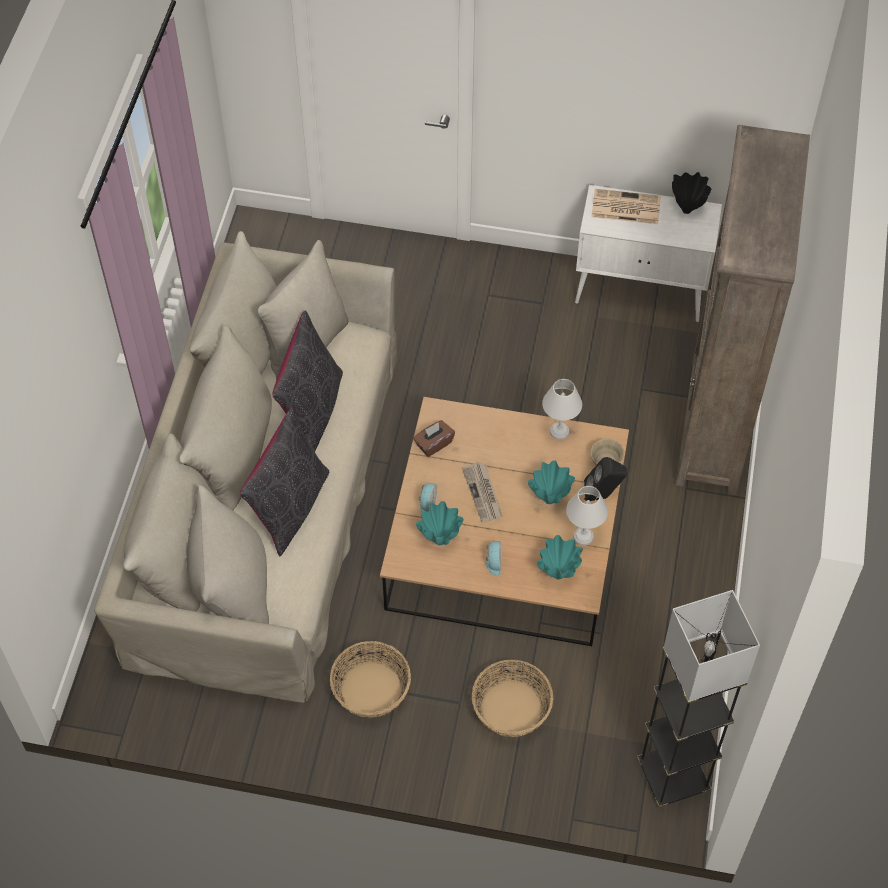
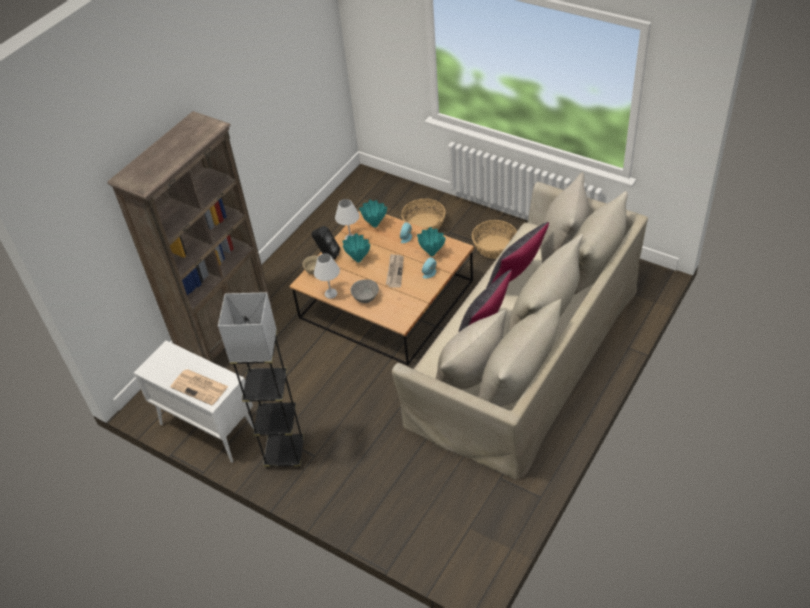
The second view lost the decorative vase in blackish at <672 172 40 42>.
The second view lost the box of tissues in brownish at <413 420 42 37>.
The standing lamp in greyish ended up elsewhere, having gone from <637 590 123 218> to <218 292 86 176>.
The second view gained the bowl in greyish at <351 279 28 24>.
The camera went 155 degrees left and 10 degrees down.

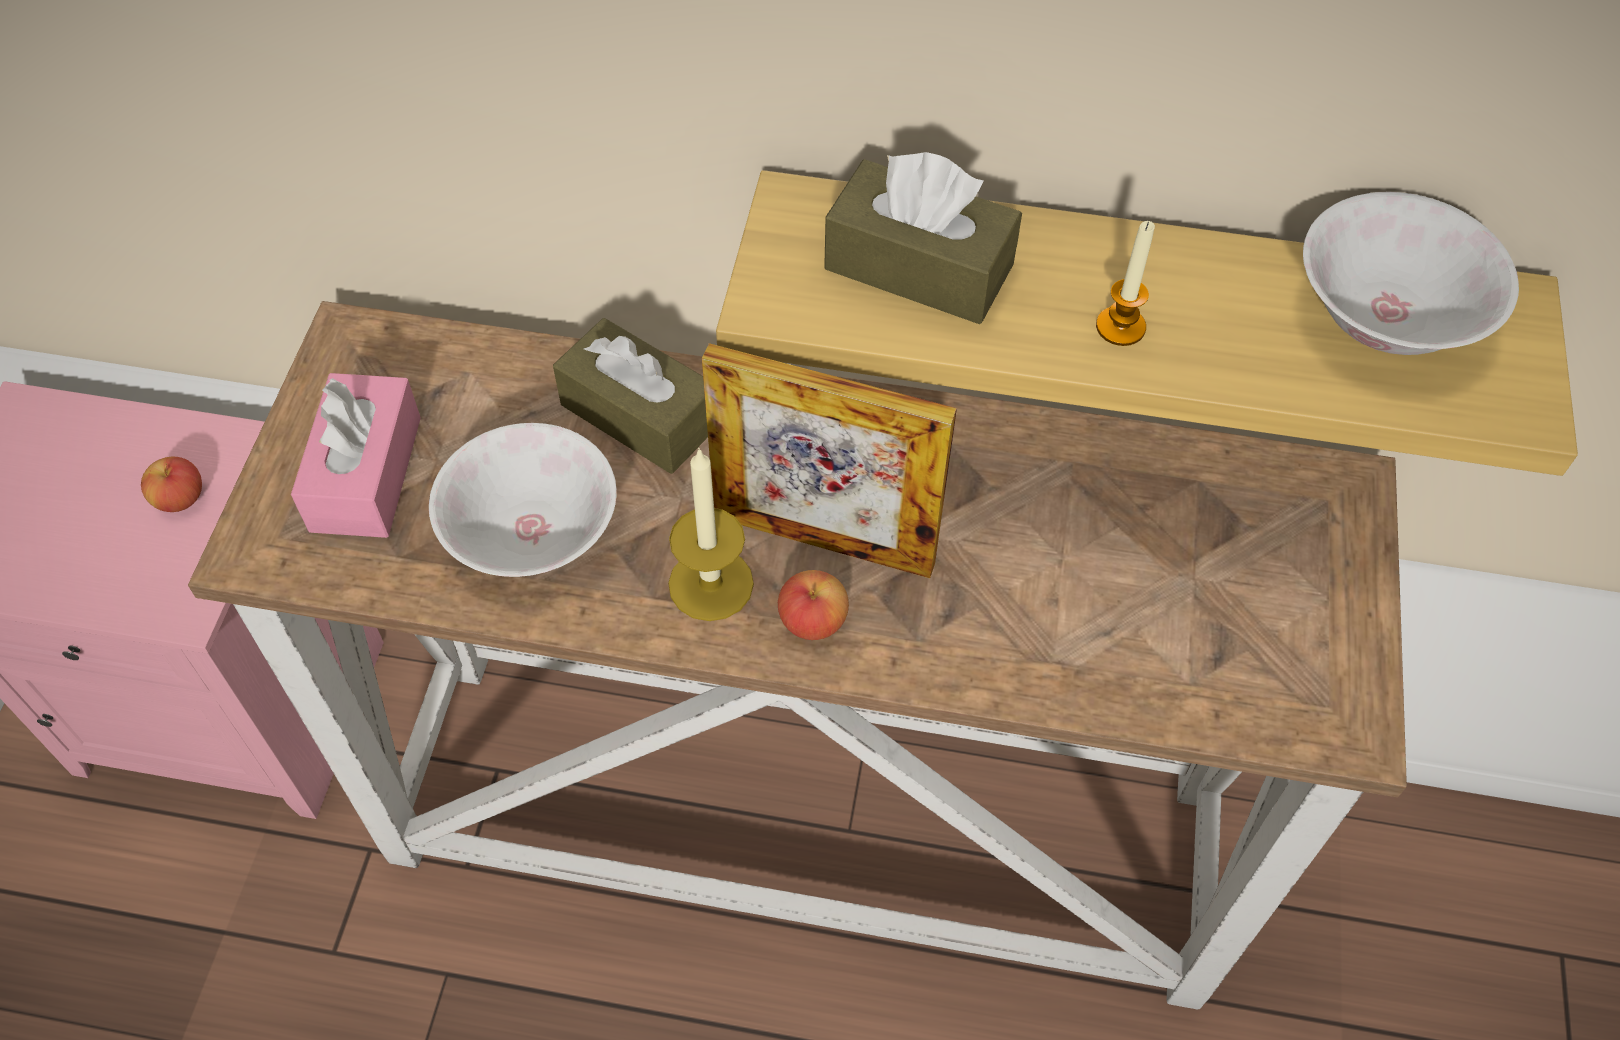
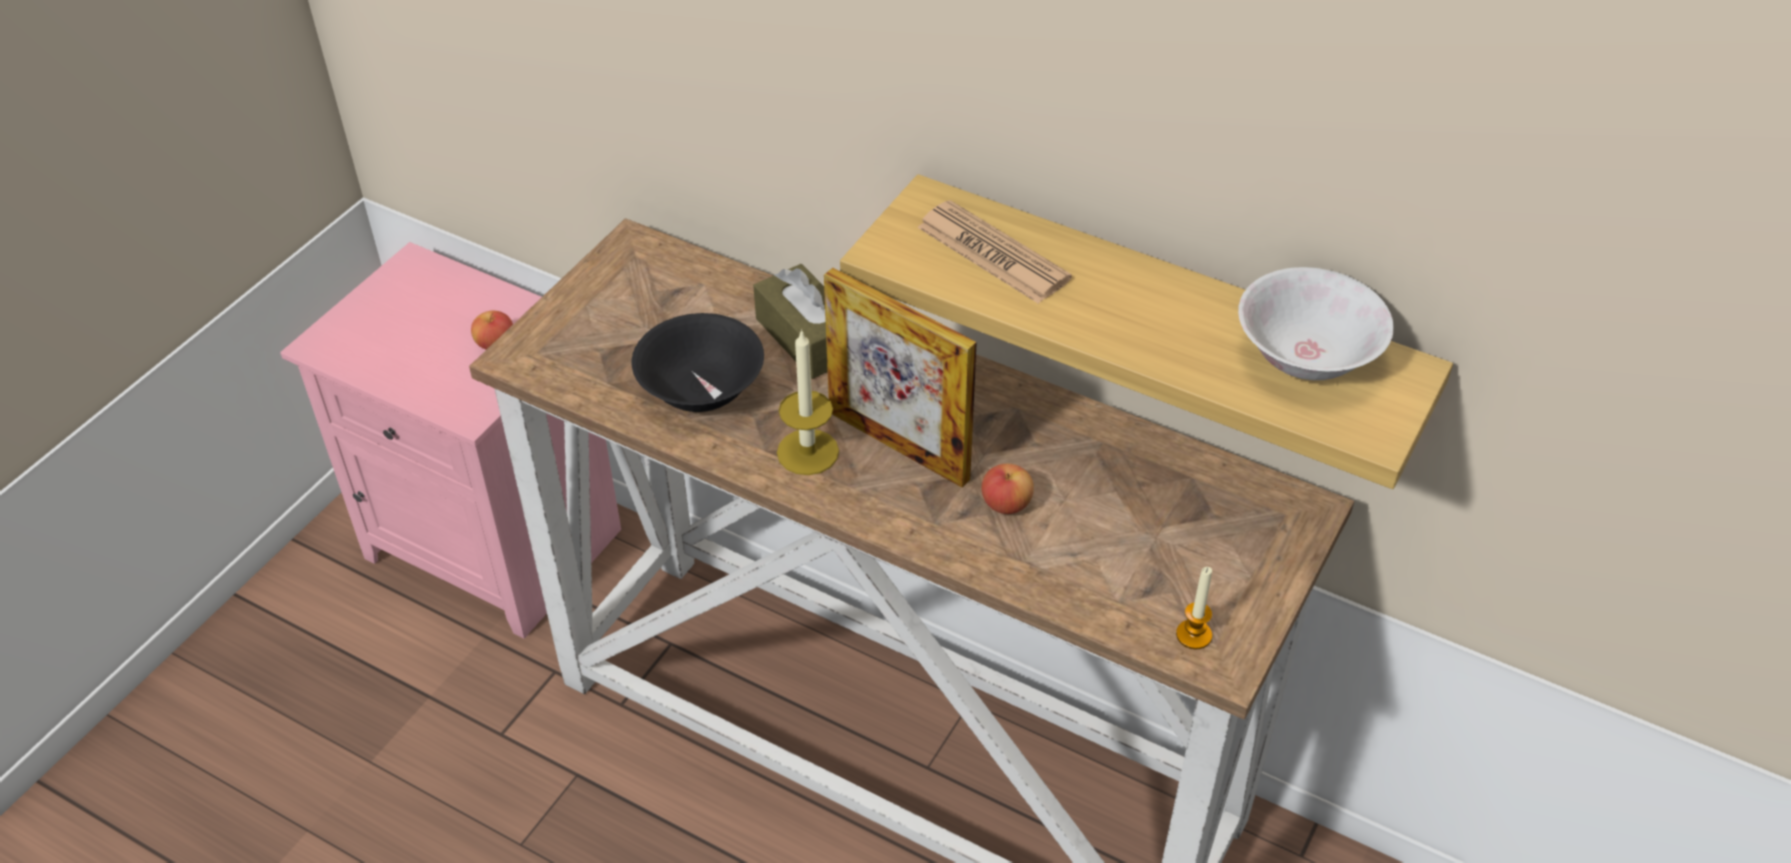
Where the box of tissues in brownish stood at <824 152 198 172>, the newspaper came to stand at <917 200 155 104>.
The candle ended up elsewhere, having gone from <1096 221 59 125> to <1176 567 36 82>.
The second view lost the box of tissues in pink-coloured at <291 373 130 165>.
What was the bowl in white-coloured at <429 423 188 154> turned into the bowl in blackish at <631 313 133 99>.
The apple fruit ended up elsewhere, having gone from <778 570 71 70> to <982 464 52 50>.
The camera went 20 degrees right and 10 degrees down.

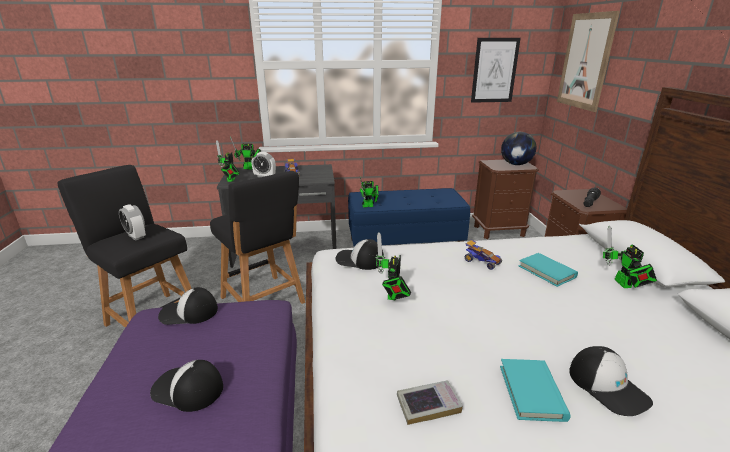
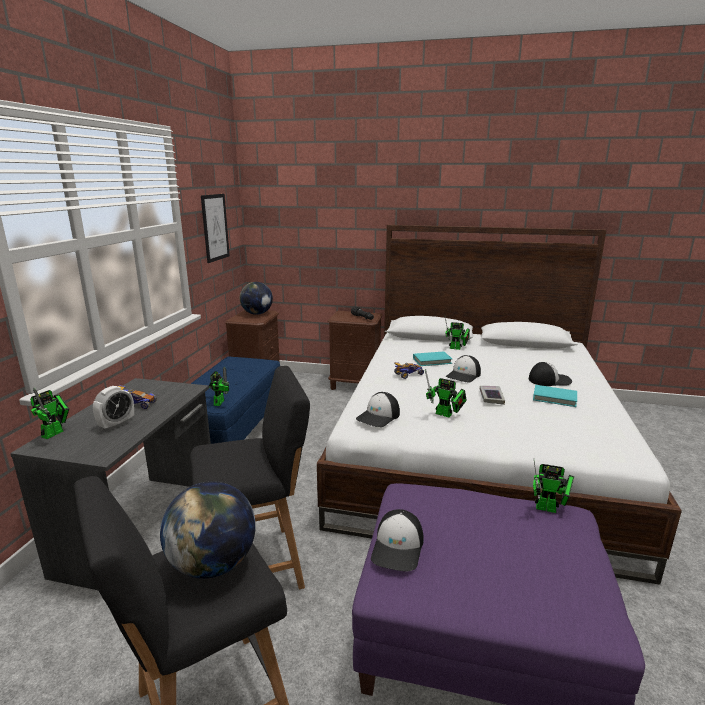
The second view lost the picture at <557 11 63 101>.
The robot figure ended up elsewhere, having gone from <216 140 24 42> to <533 461 41 52>.
Where the alarm clock stood at <119 204 27 37>, the world globe came to stand at <160 481 96 98>.
The peaked cap ended up elsewhere, having gone from <150 360 73 52> to <446 355 35 28>.
The book ended up elsewhere, having gone from <397 380 66 45> to <480 386 25 19>.
The camera went 70 degrees left and 5 degrees down.

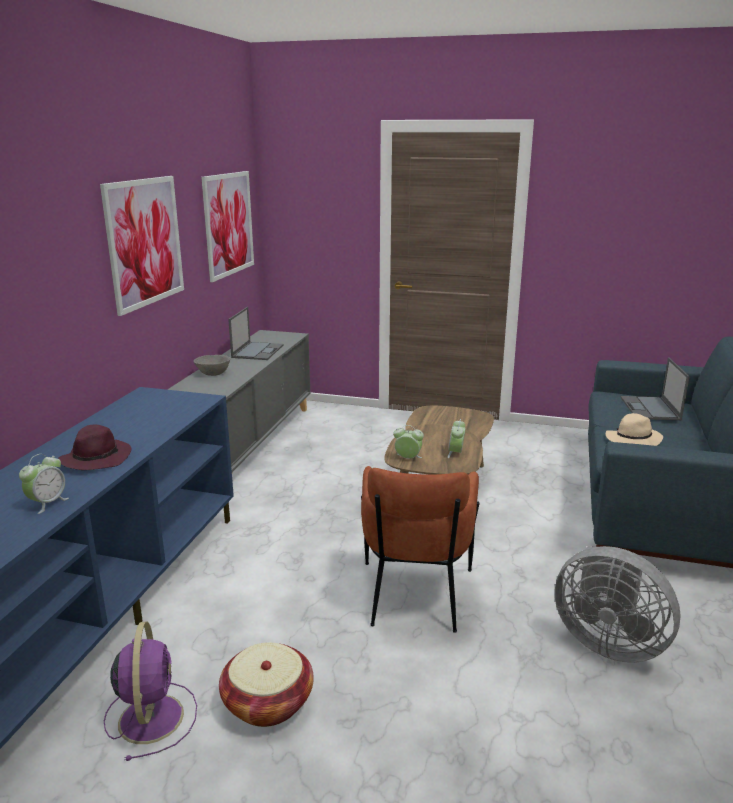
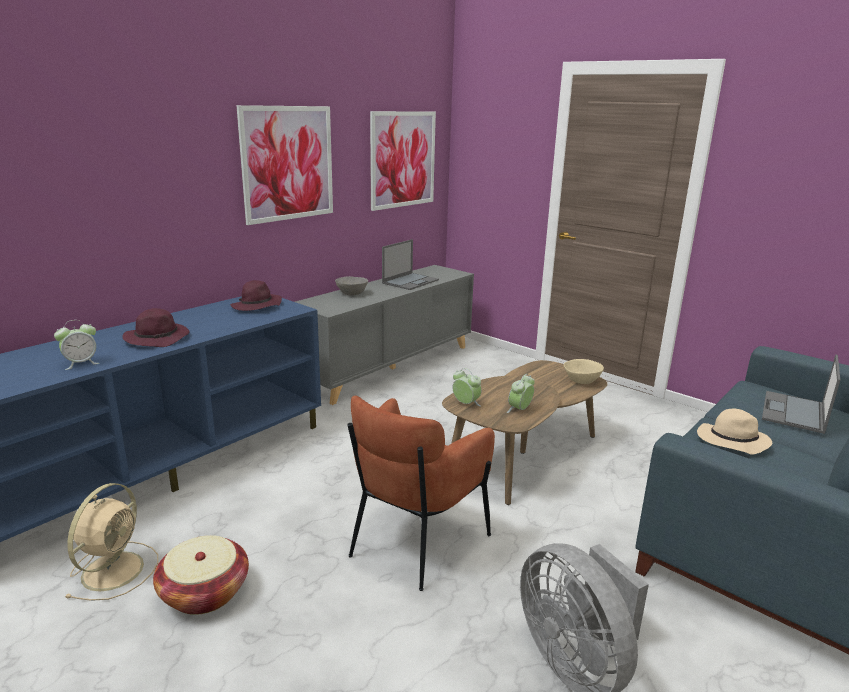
What was the electric fan in purplish at <104 621 93 140> turned into the electric fan in sand-coloured at <65 483 93 118>.
The second view gained the wearable hat in purplish at <230 280 52 31>.
The second view gained the bowl in sand-coloured at <564 359 40 25>.
The camera went 25 degrees right and 0 degrees up.

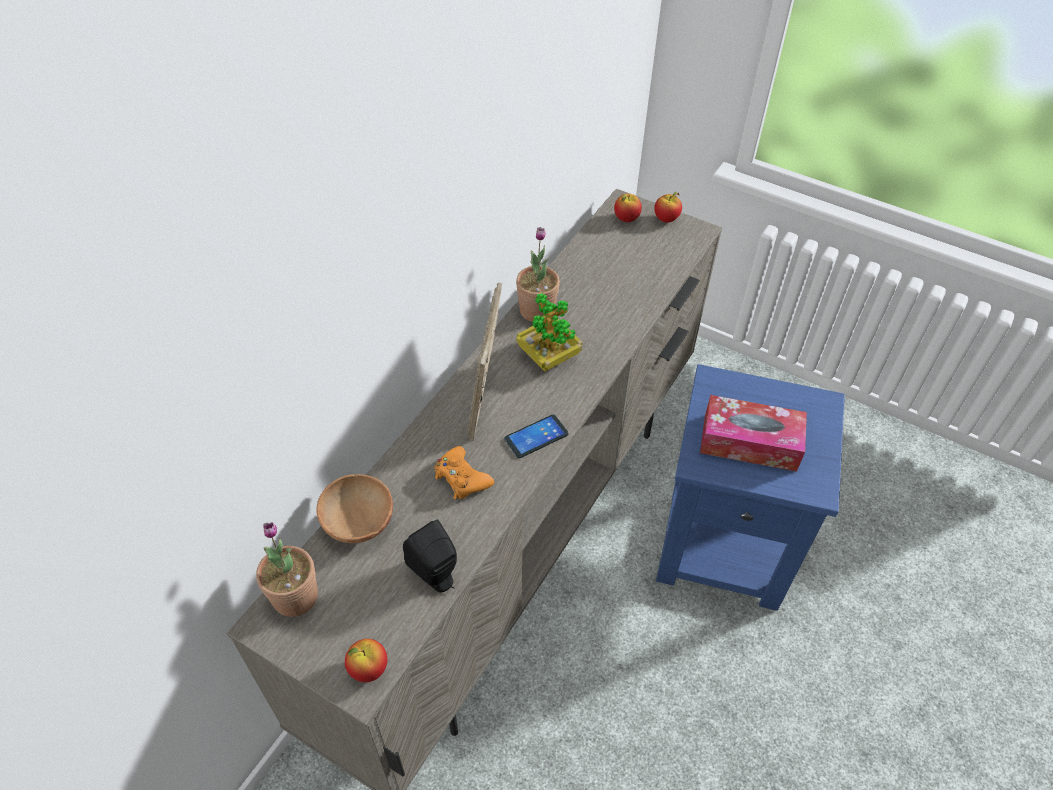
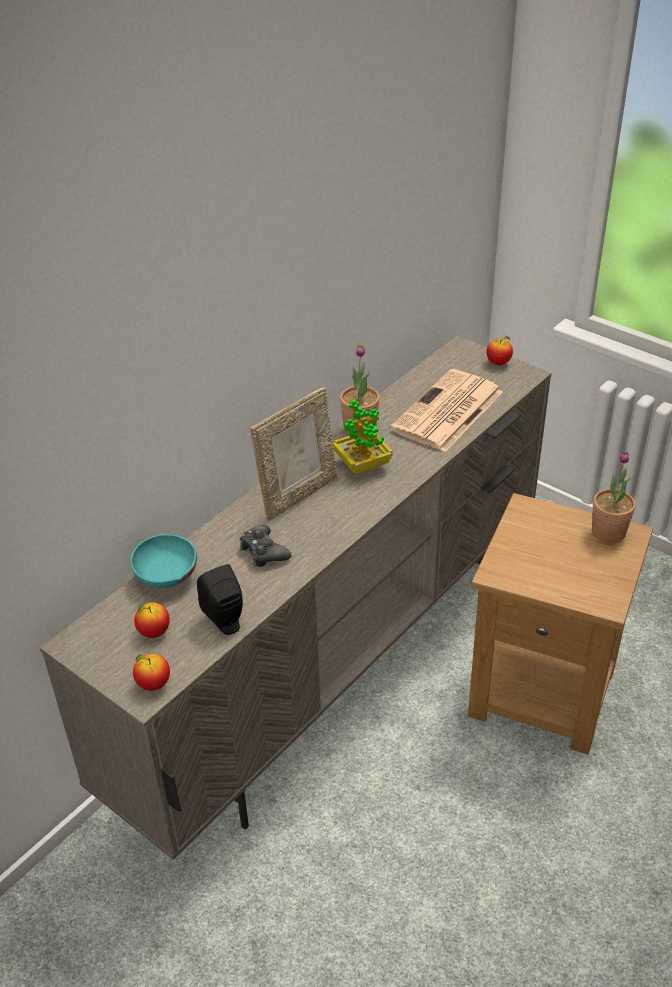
The apple fruit ended up elsewhere, having gone from <614 194 28 28> to <134 602 36 36>.
The picture frame at <468 283 34 158> ended up facing another way, 150 degrees counterclockwise from before.
What was the end table in blue at <656 364 189 247> turned into the end table in brownish at <468 493 185 262>.
The second view lost the box of tissues at <700 395 107 77>.
The second view lost the handset at <504 414 65 44>.
What was the gamepad in orange at <434 446 60 54> turned into the gamepad in blackish at <240 525 51 42>.
What was the bowl in brownish at <316 474 77 69> turned into the bowl in turquoise-coloured at <130 534 67 54>.
The houseplant ended up elsewhere, having gone from <256 522 62 95> to <592 451 43 92>.
The second view gained the newspaper at <390 369 113 83>.
The camera went 10 degrees right and 10 degrees down.

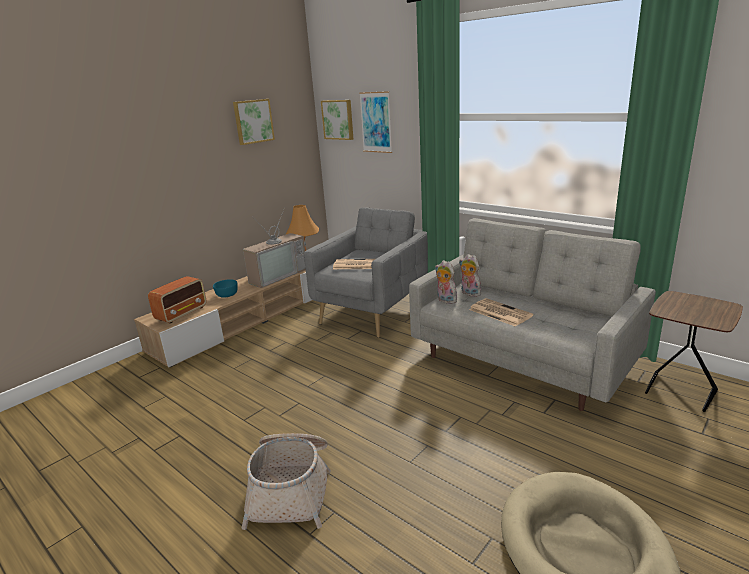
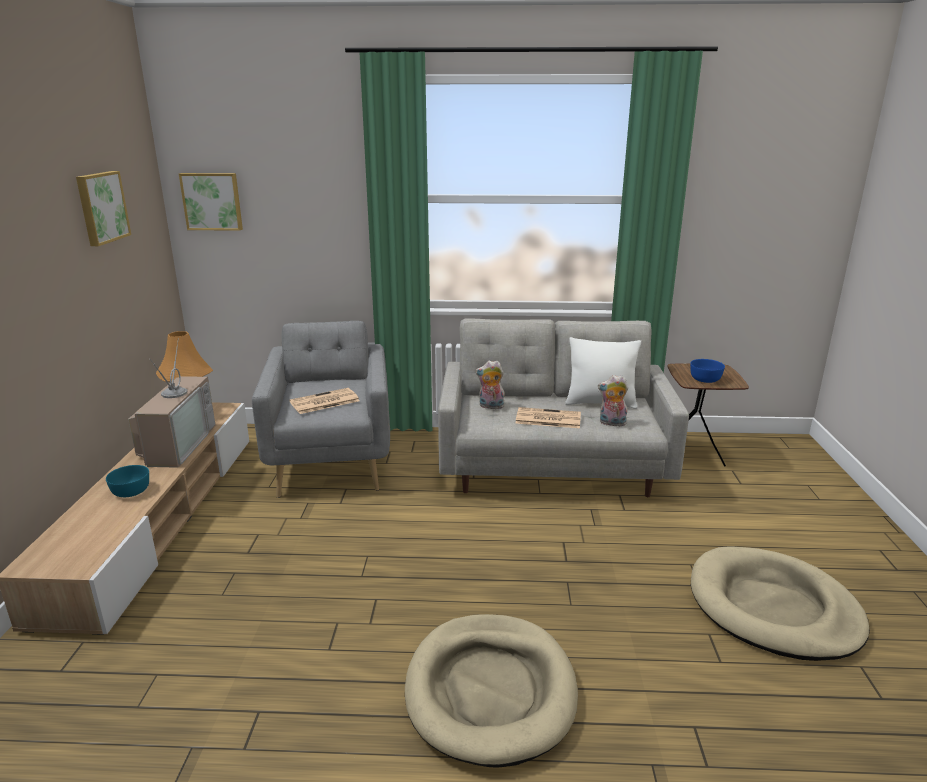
The second view lost the picture at <359 91 33 62>.
The cuddly toy ended up elsewhere, having gone from <435 260 22 44> to <598 375 30 51>.
The second view lost the radio receiver at <148 276 59 48>.
Where the storage basket stood at <242 433 89 97>, the dog bed in sand-coloured came to stand at <405 614 173 154>.
The second view gained the throw pillow in white-coloured at <565 337 76 72>.
The second view gained the bowl in blue at <690 359 35 24>.
The camera went 40 degrees left and 0 degrees up.

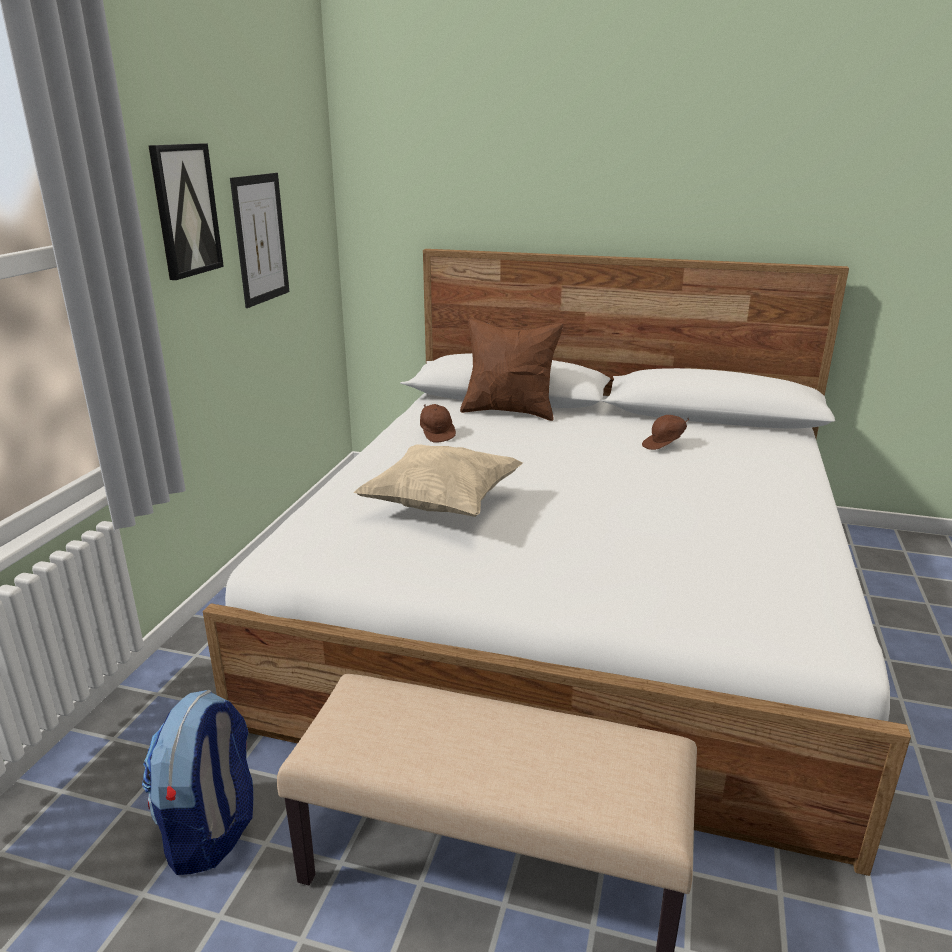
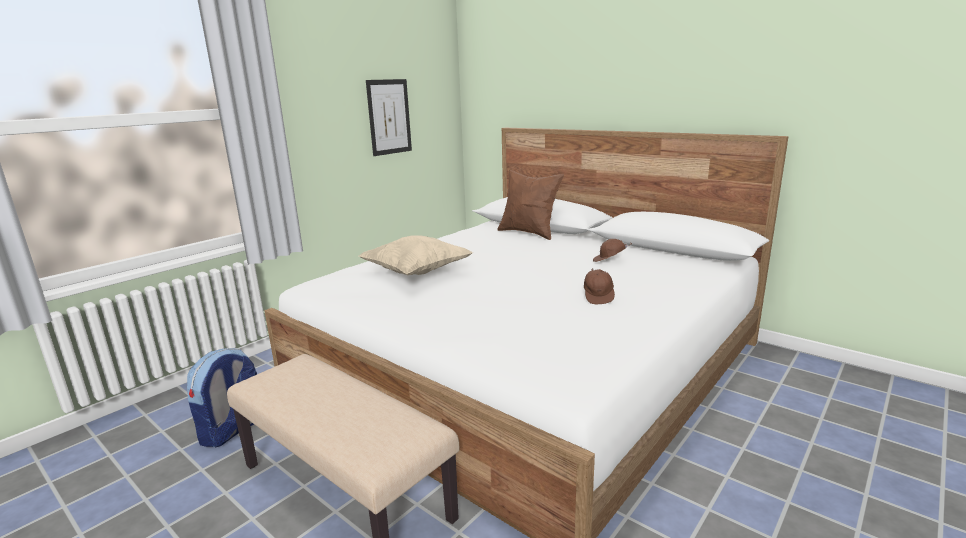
The second view lost the picture at <148 143 76 137>.
The peaked cap in brownish ended up elsewhere, having gone from <420 404 36 39> to <584 268 31 36>.
The camera went 25 degrees right and 5 degrees down.

